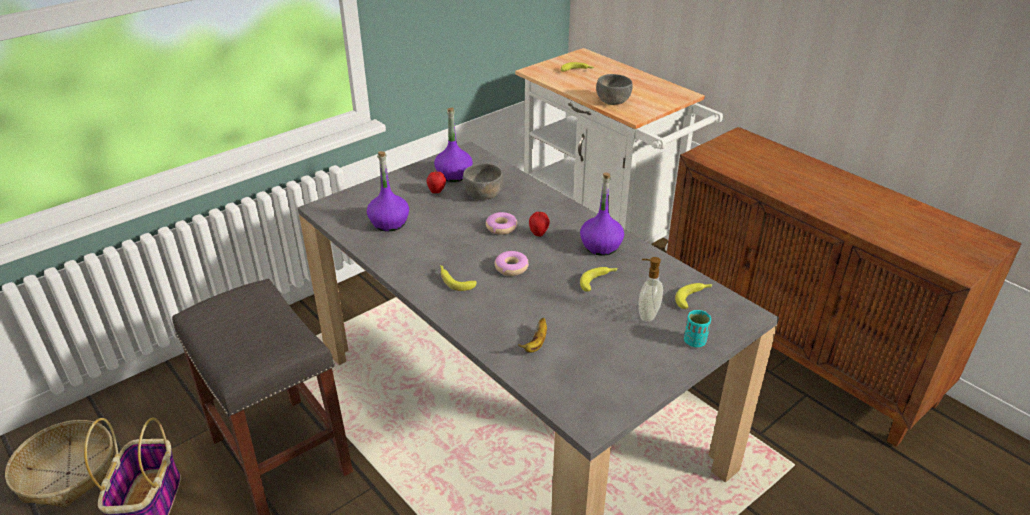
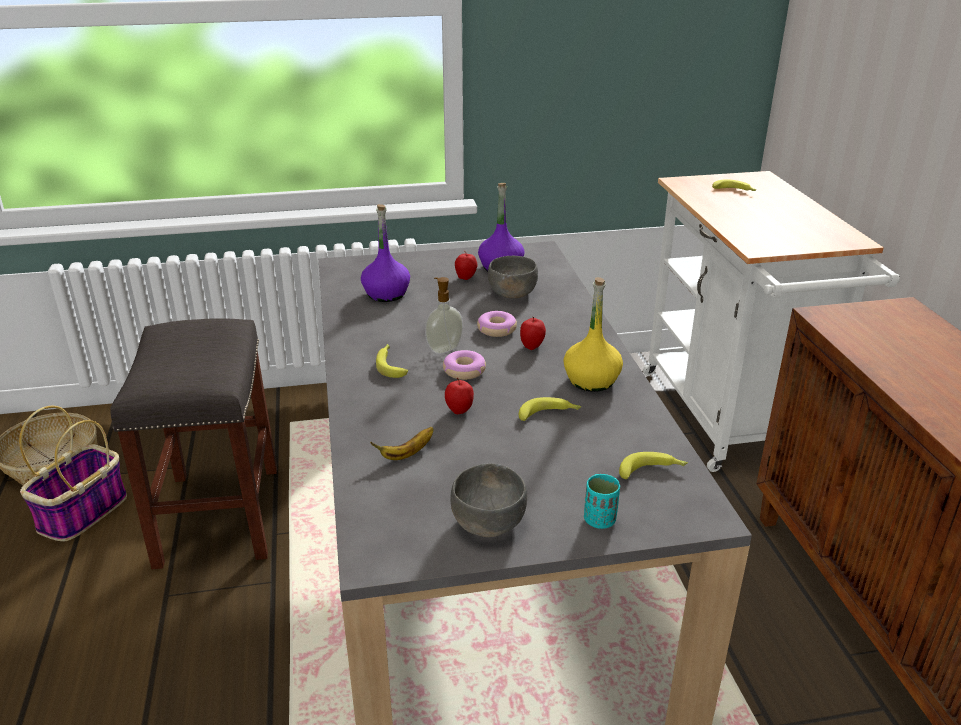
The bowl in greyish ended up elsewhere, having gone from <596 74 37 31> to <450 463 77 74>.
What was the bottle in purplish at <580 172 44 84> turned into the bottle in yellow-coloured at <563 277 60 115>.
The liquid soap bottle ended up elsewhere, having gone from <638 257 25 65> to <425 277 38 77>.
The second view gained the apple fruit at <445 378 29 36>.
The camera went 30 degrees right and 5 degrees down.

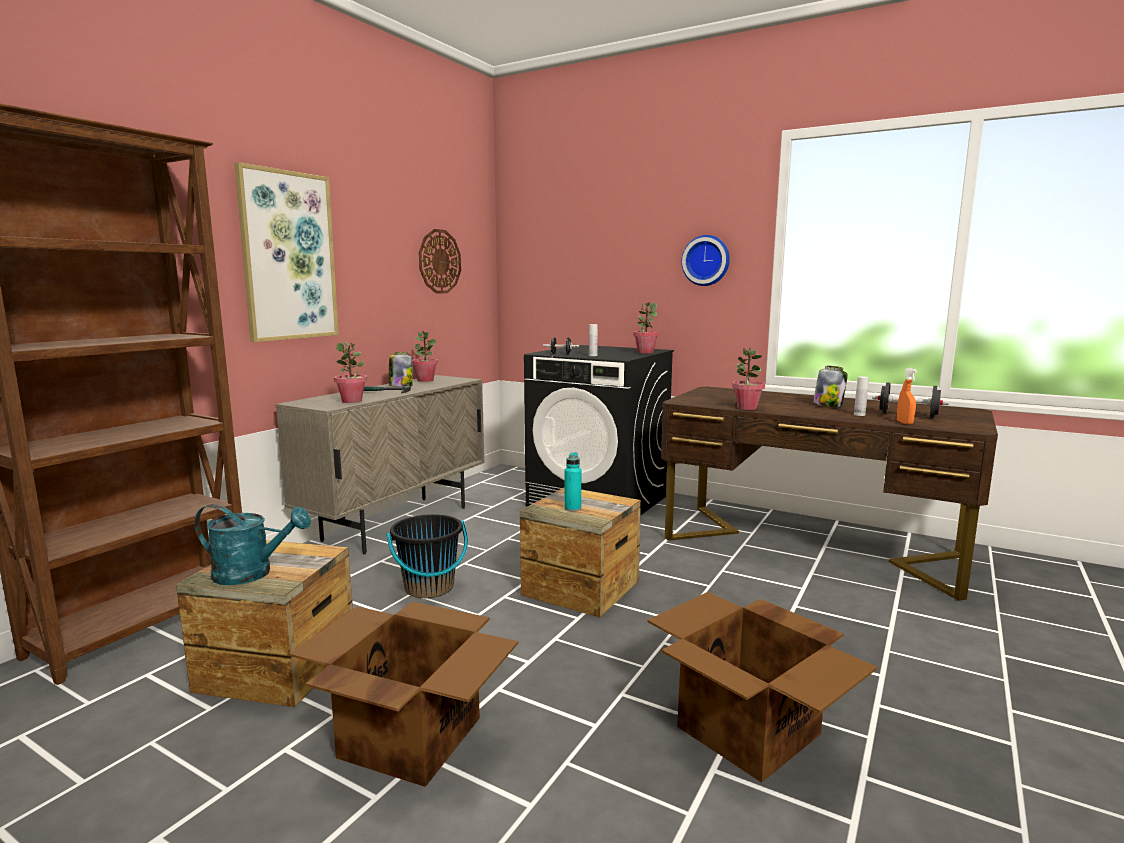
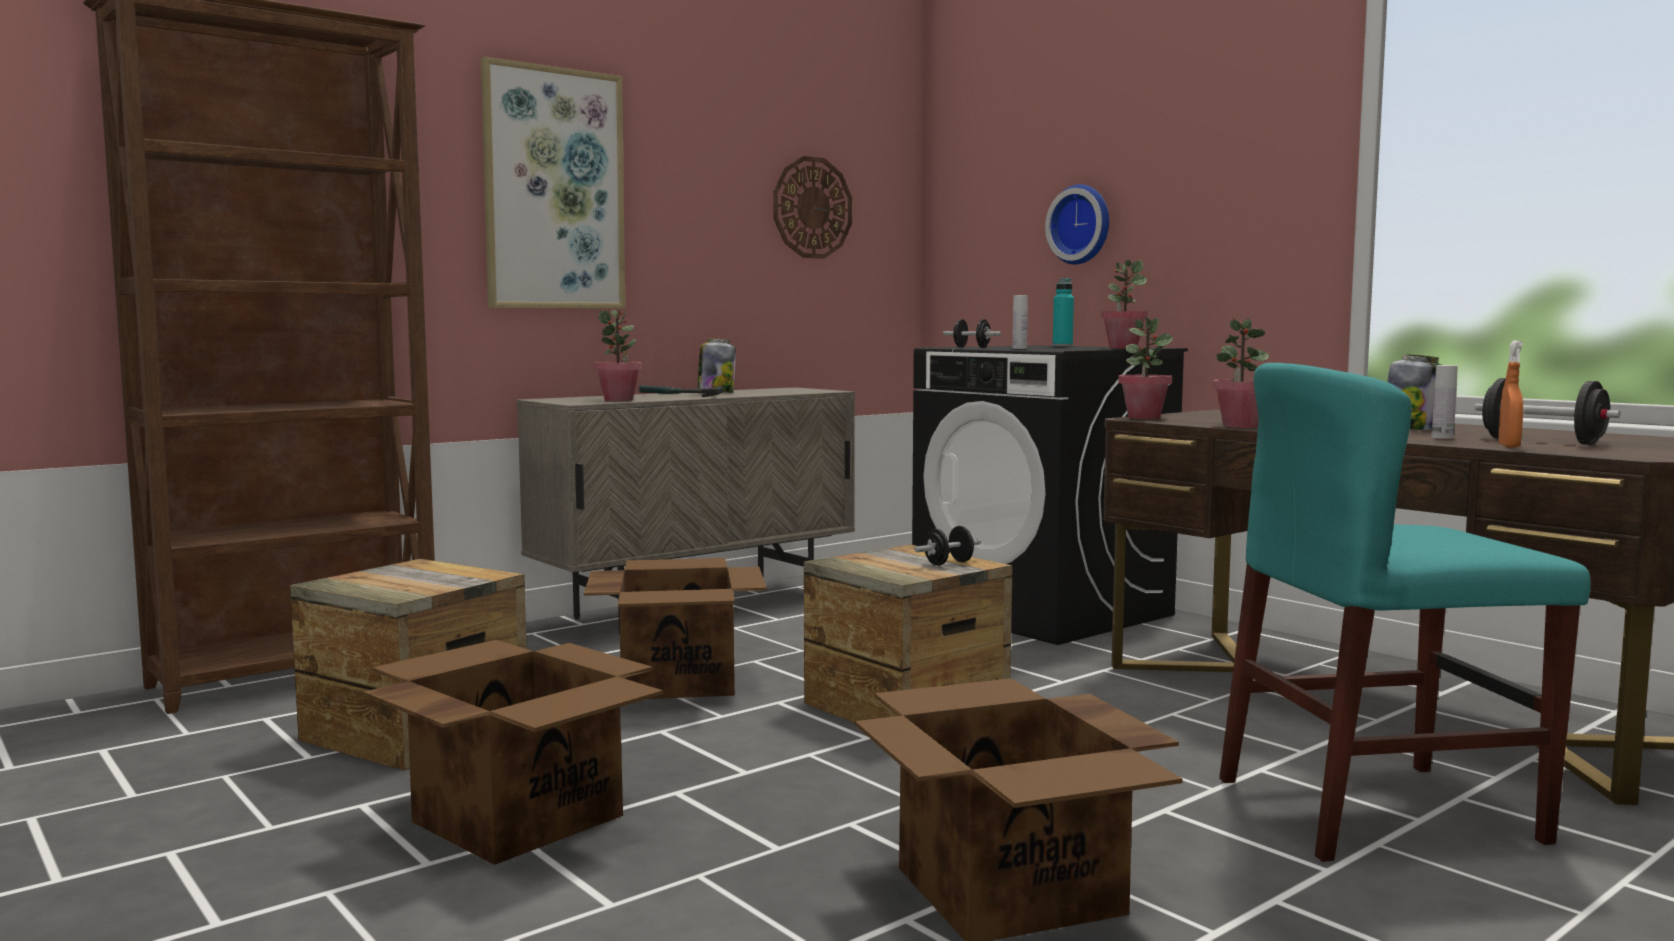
The wall clock ended up elsewhere, having gone from <681 235 49 51> to <1045 184 64 81>.
The houseplant ended up elsewhere, having gone from <413 331 25 51> to <1118 317 56 102>.
The bottle in turquoise-coloured ended up elsewhere, having gone from <564 452 17 59> to <1053 278 21 69>.
The second view lost the sprinkling can in turquoise-coloured at <195 504 116 81>.
Where the pail in blackish stood at <386 514 82 84>, the packing box came to stand at <584 558 183 141>.
The second view gained the upright chair in turquoise-coloured at <1219 363 372 499>.
The second view gained the hand weight in blackish at <914 526 67 40>.
The camera went 20 degrees right and 5 degrees down.

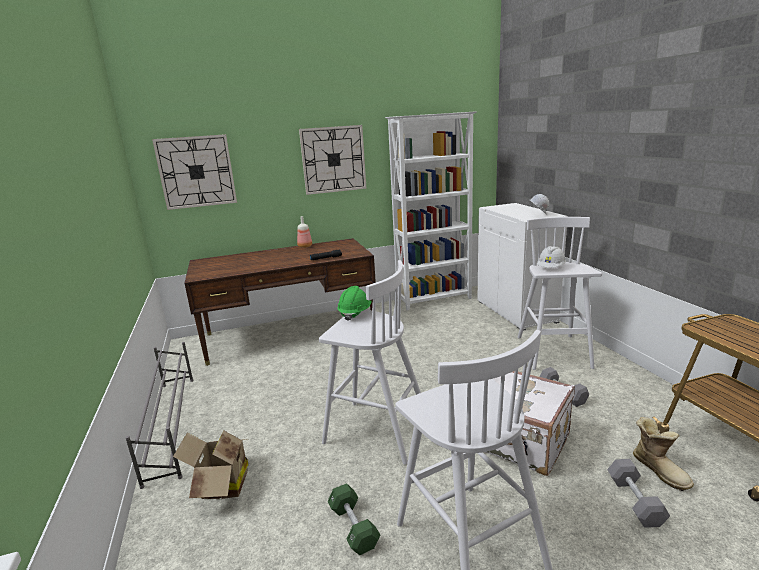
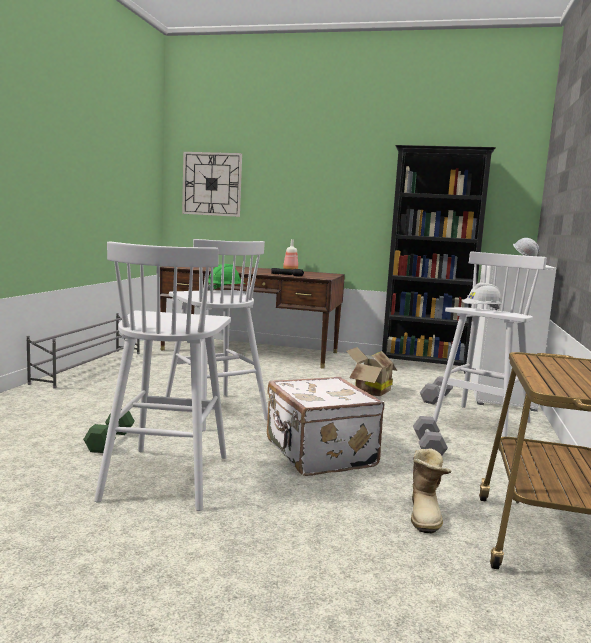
What was the bookshelf in white-coloured at <385 111 92 200> turned into the bookshelf in blackish at <382 145 114 229>.
The second view lost the wall clock at <299 125 68 70>.
The packing box ended up elsewhere, having gone from <173 430 76 69> to <346 347 51 49>.
The hand weight in greyish ended up elsewhere, having gone from <607 459 63 69> to <420 376 33 28>.
The camera went 30 degrees right and 10 degrees down.

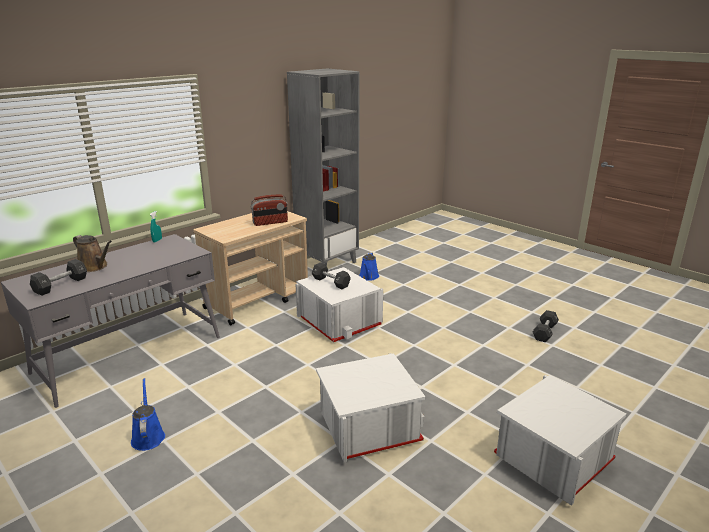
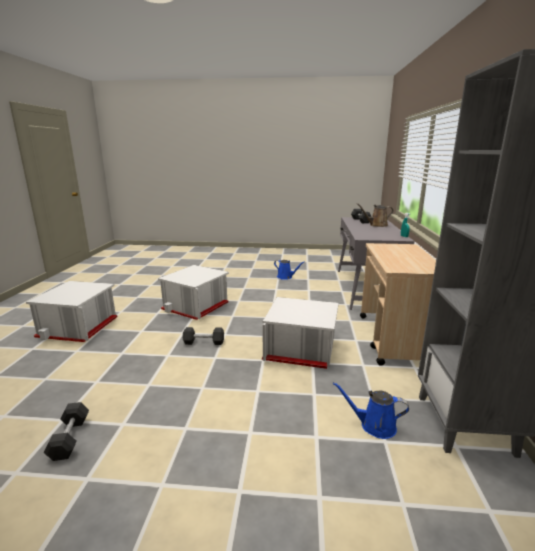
The second view lost the radio receiver at <251 195 37 31>.
The sprinkling can in blue at <359 252 20 29> ended up facing another way, 45 degrees counterclockwise from before.
The hand weight in blackish ended up elsewhere, having gone from <312 262 39 27> to <183 327 41 18>.
The camera went 140 degrees right and 5 degrees down.

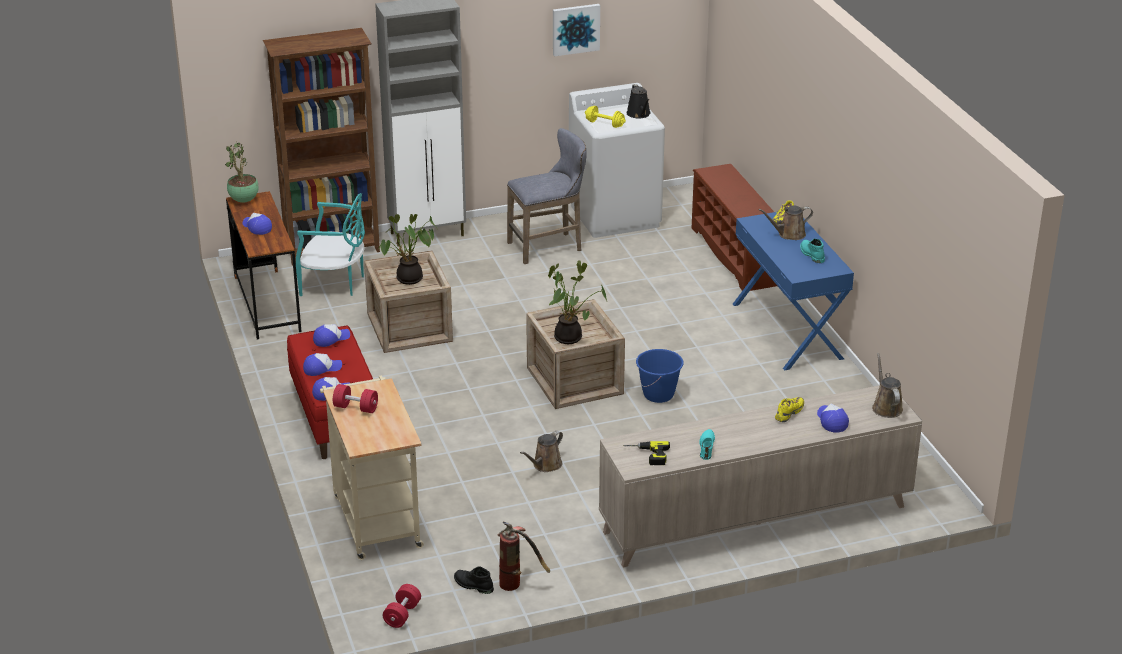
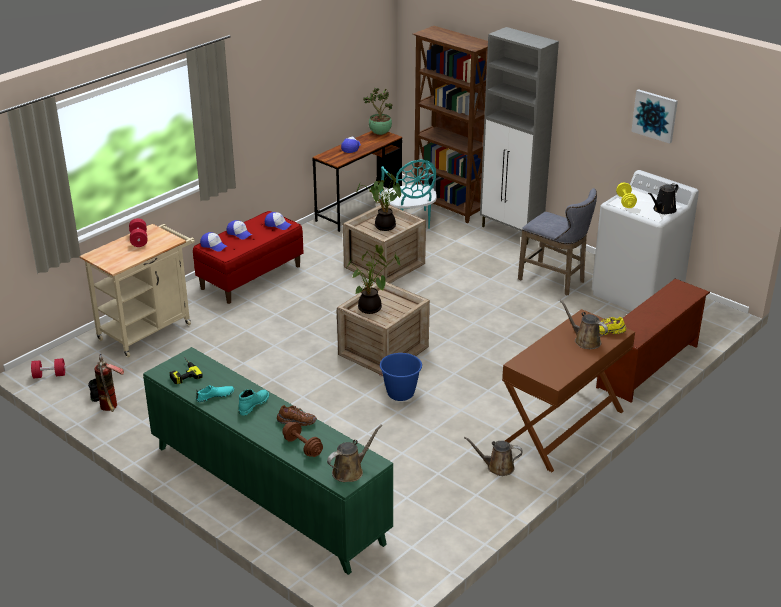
What was the desk unit in blue at <733 212 121 159> turned into the desk unit in brownish at <502 309 133 163>.
The boot in turquoise-coloured ended up elsewhere, having gone from <800 239 25 24> to <239 389 30 27>.
What was the cupboard in sand-coloured at <599 385 323 182> turned into the cupboard in green at <143 347 250 228>.
What was the item of footwear in yellow-coloured at <775 397 29 25> turned into the item of footwear in brownish at <277 405 40 21>.
Where the peaked cap stood at <817 404 32 29>, the hand weight in brownish came to stand at <282 422 41 35>.
The sprinkling can in brownish ended up elsewhere, having gone from <520 430 43 42> to <464 437 59 39>.
The camera went 60 degrees right and 0 degrees up.

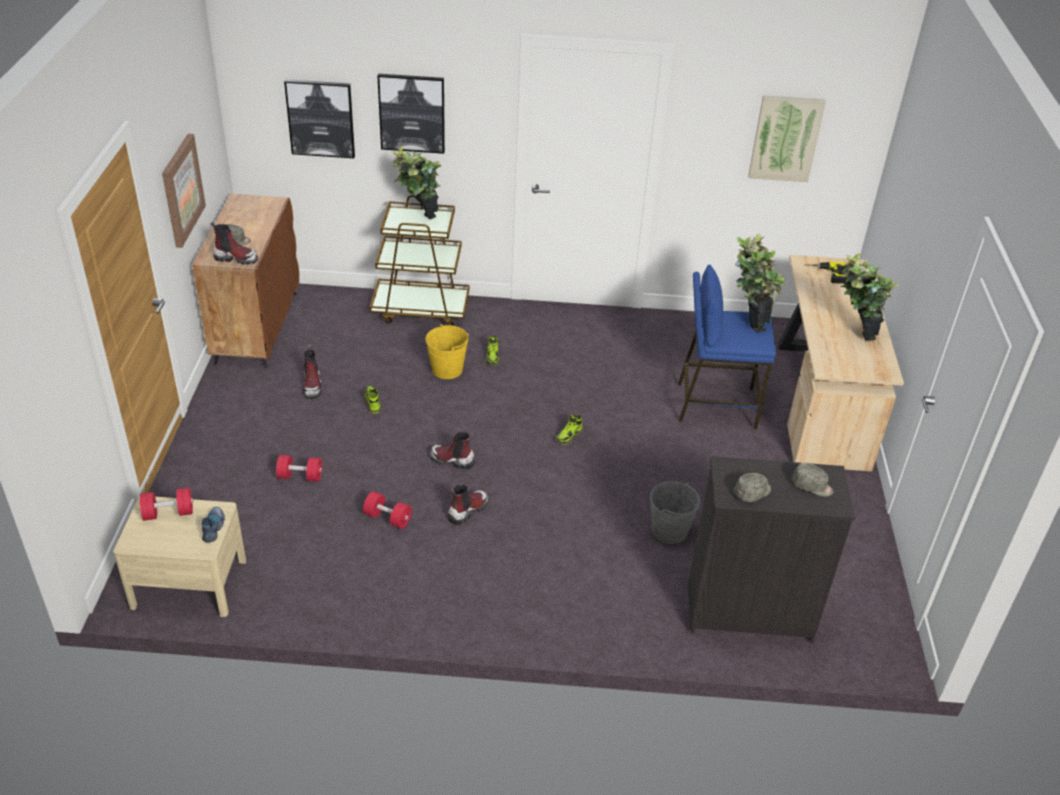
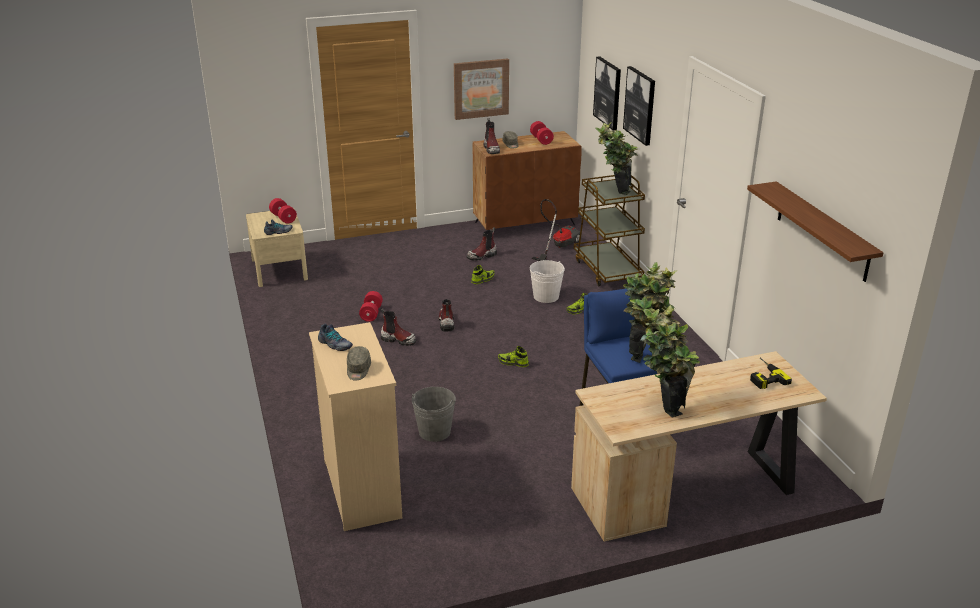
Where the picture hung at <748 95 78 87>, the shelf came to hang at <747 181 137 101>.
What was the pail in yellow-coloured at <426 324 43 55> turned into the pail in white-coloured at <530 260 35 43>.
The hand weight in red-coloured ended up elsewhere, having gone from <276 455 46 27> to <530 121 24 24>.
What was the drawer chest in blackish at <688 456 167 187> turned into the drawer chest in sand-coloured at <309 322 93 209>.
Where the peaked cap in greyish stood at <734 473 37 29>, the item of footwear came to stand at <318 324 35 27>.
The second view gained the vacuum cleaner at <531 199 49 62>.
The camera went 70 degrees right and 10 degrees down.

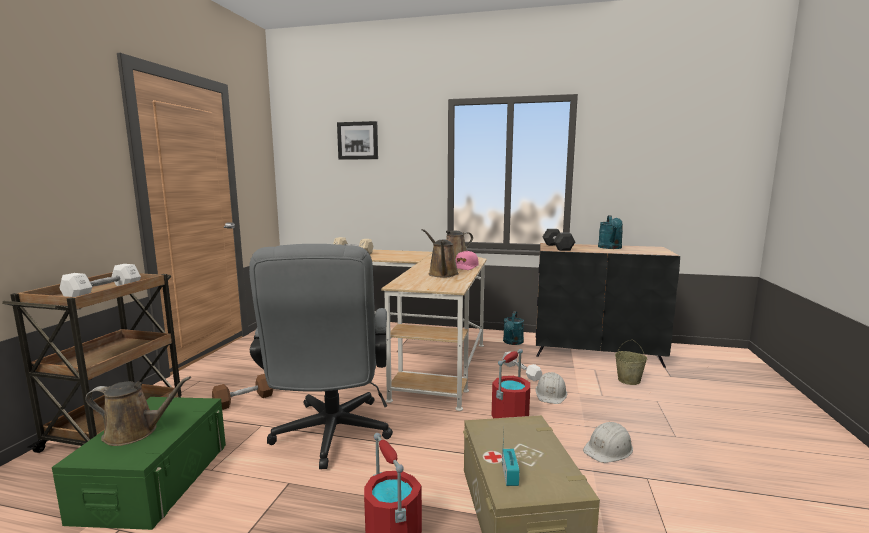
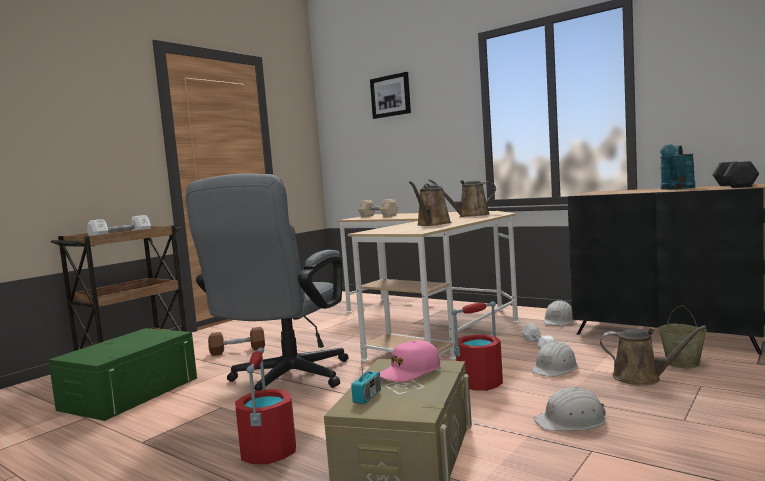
The hand weight in blackish ended up elsewhere, having gone from <543 229 32 22> to <712 161 48 27>.
The peaked cap in pink-coloured ended up elsewhere, having gone from <456 251 23 19> to <380 340 61 42>.
Where the sprinkling can in turquoise-coloured stood at <503 311 21 34>, the work helmet in white-coloured came to stand at <544 300 31 26>.
The sprinkling can in brownish ended up elsewhere, having gone from <85 376 106 70> to <600 325 106 61>.
The camera went 25 degrees right and 5 degrees down.

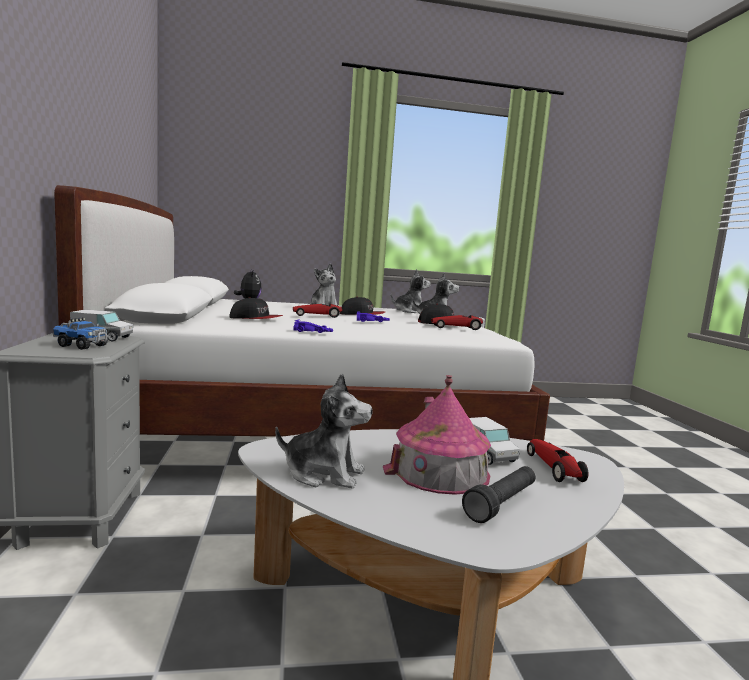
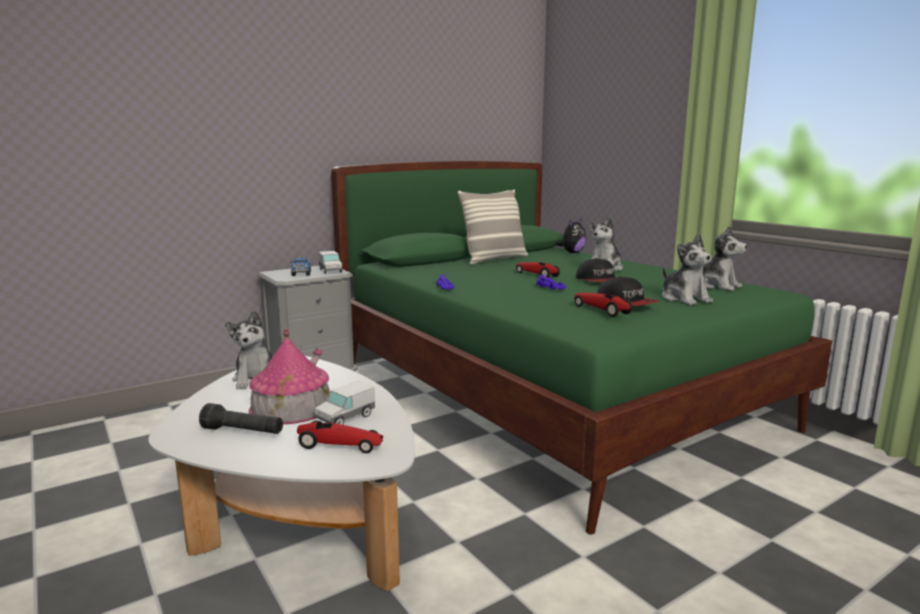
What was the bed in white-coloured at <54 185 496 256> turned into the bed in green at <331 161 501 373>.
The second view lost the peaked cap at <229 297 54 22>.
The toy car at <527 439 61 43> ended up facing another way, 45 degrees clockwise from before.
The second view gained the throw pillow at <458 189 70 76>.
The camera went 65 degrees right and 5 degrees up.

